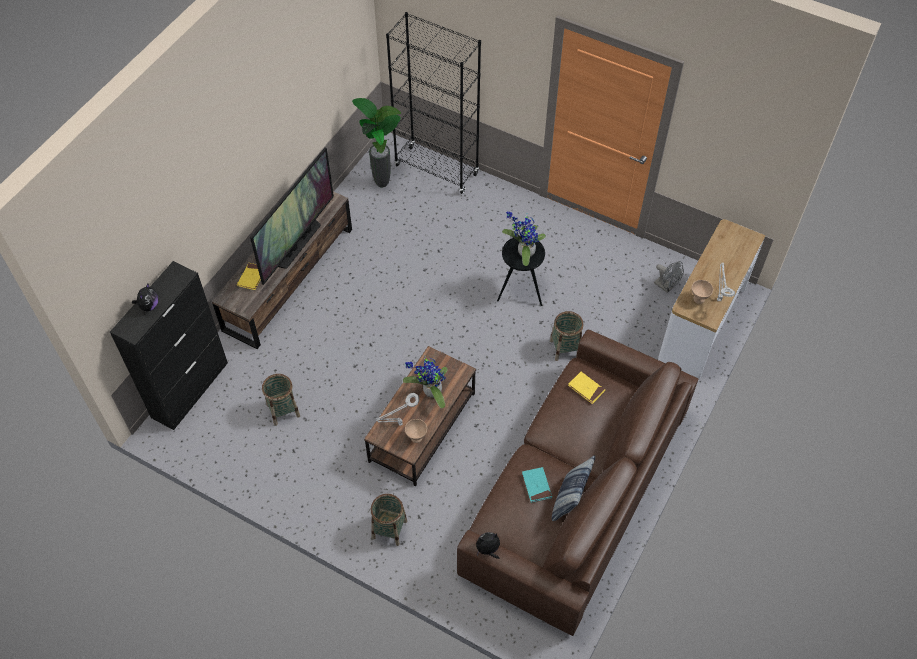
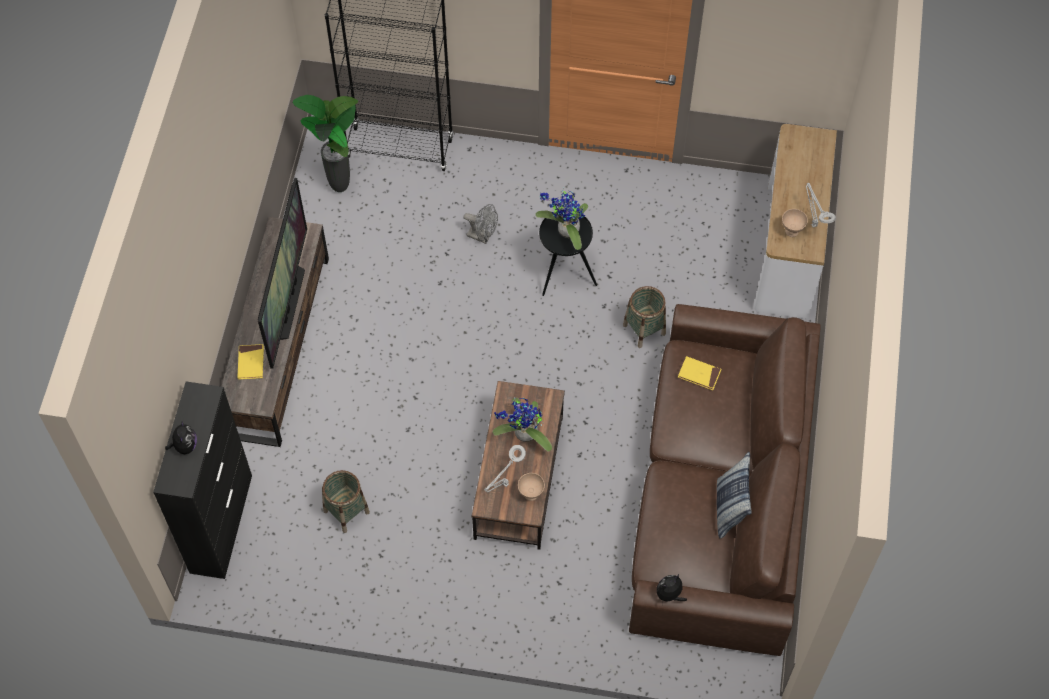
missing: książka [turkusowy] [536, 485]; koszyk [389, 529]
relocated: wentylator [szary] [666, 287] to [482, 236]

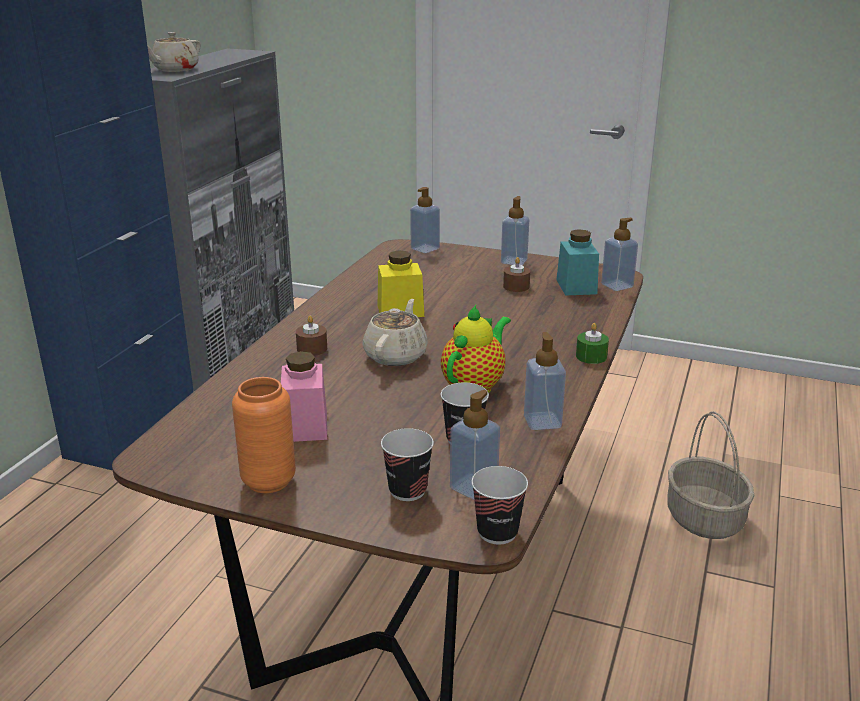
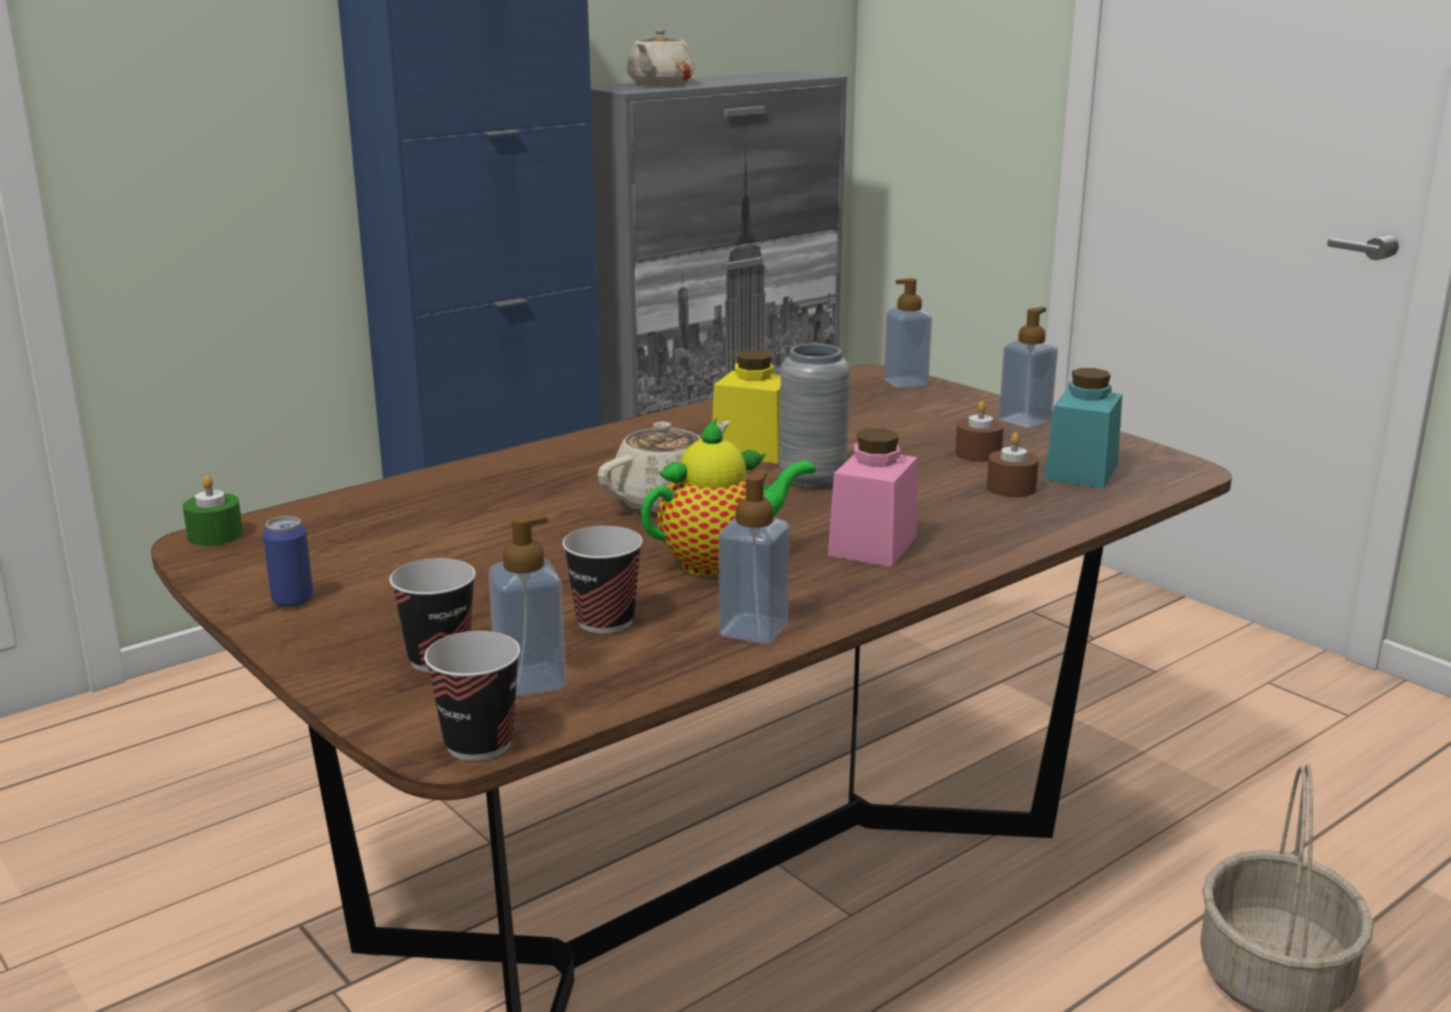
missing: dozownik mydła [617, 285]
appeared: wazon [szary] [812, 479]
relocated: świeca [brązowy] [312, 349] to [1011, 488]; świeca [zielony] [591, 356] to [215, 535]; słoik [różowy] [305, 426] to [872, 546]
exchanged: wazon [pomarańczowy] [268, 481] to puszka [293, 601]
spun: imbryk [beżowy] [175, 70] = [659, 84] 45 degrees counterclockwise

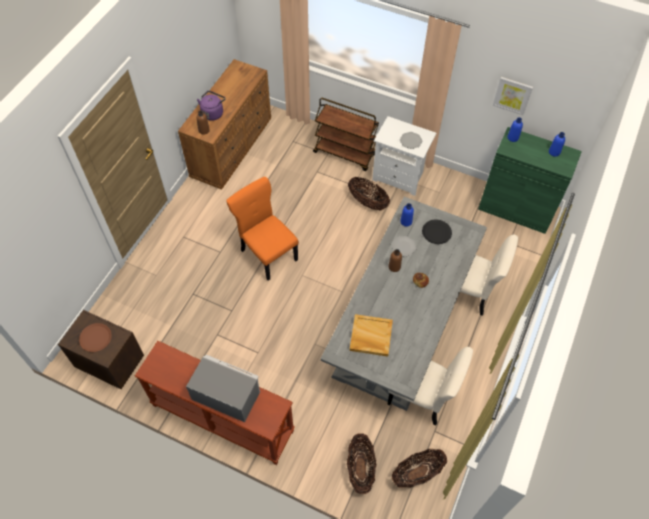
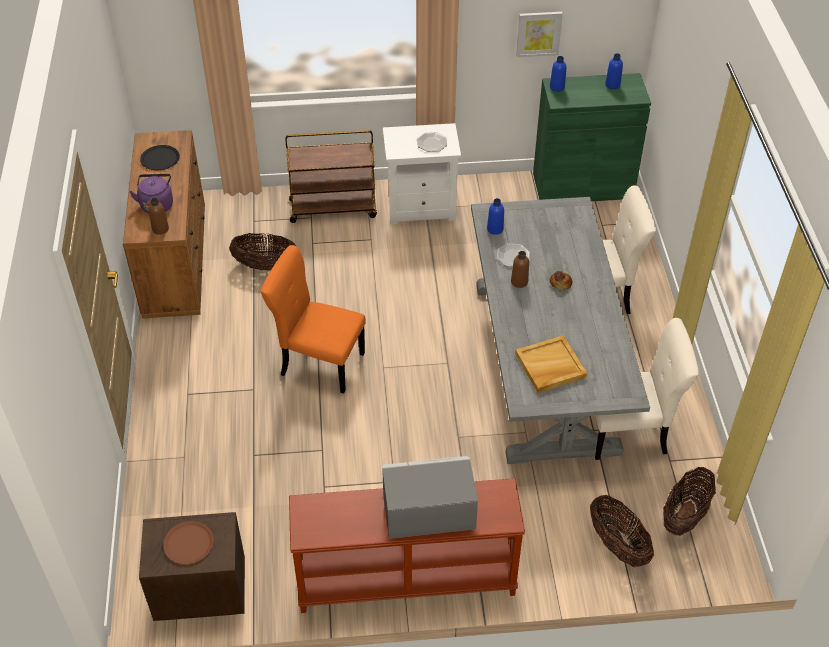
relocated: koszyk [367, 202] to [265, 266]; talerz [czarny] [436, 232] to [160, 158]

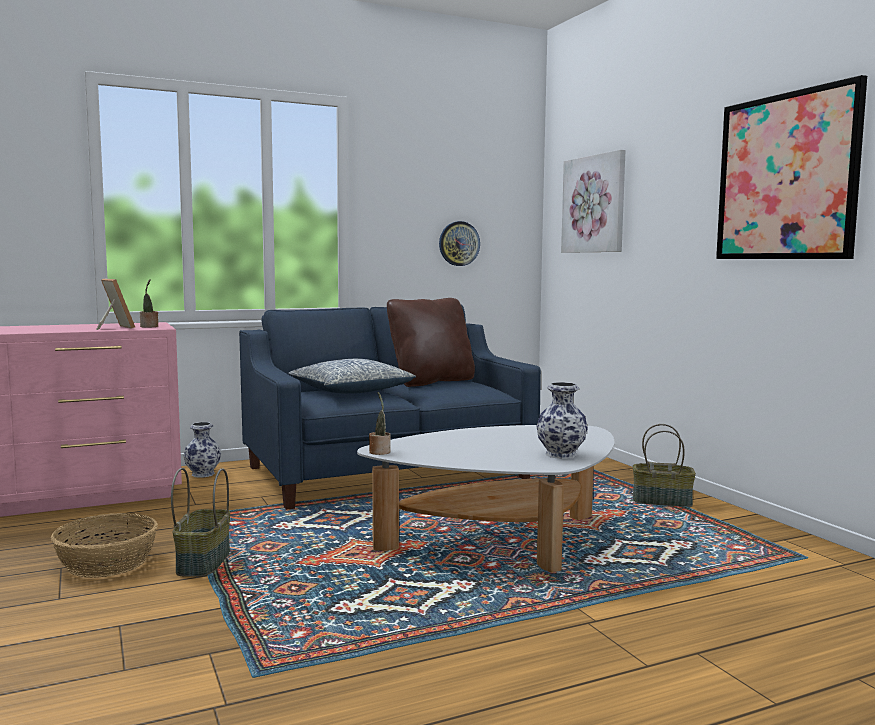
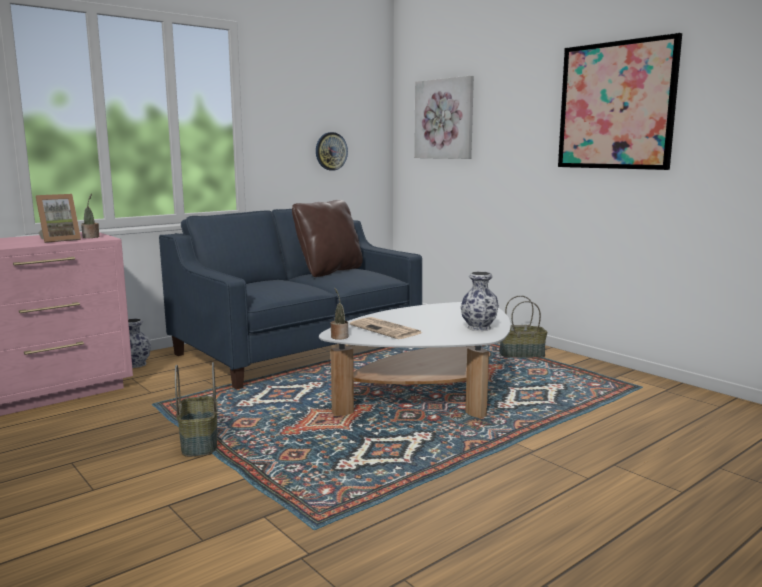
missing: poduszka [351, 391]; koszyk [107, 563]
appeared: gazeta [387, 329]
spun: ramka na zdjęcie [114, 327] = [59, 240] 105 degrees clockwise

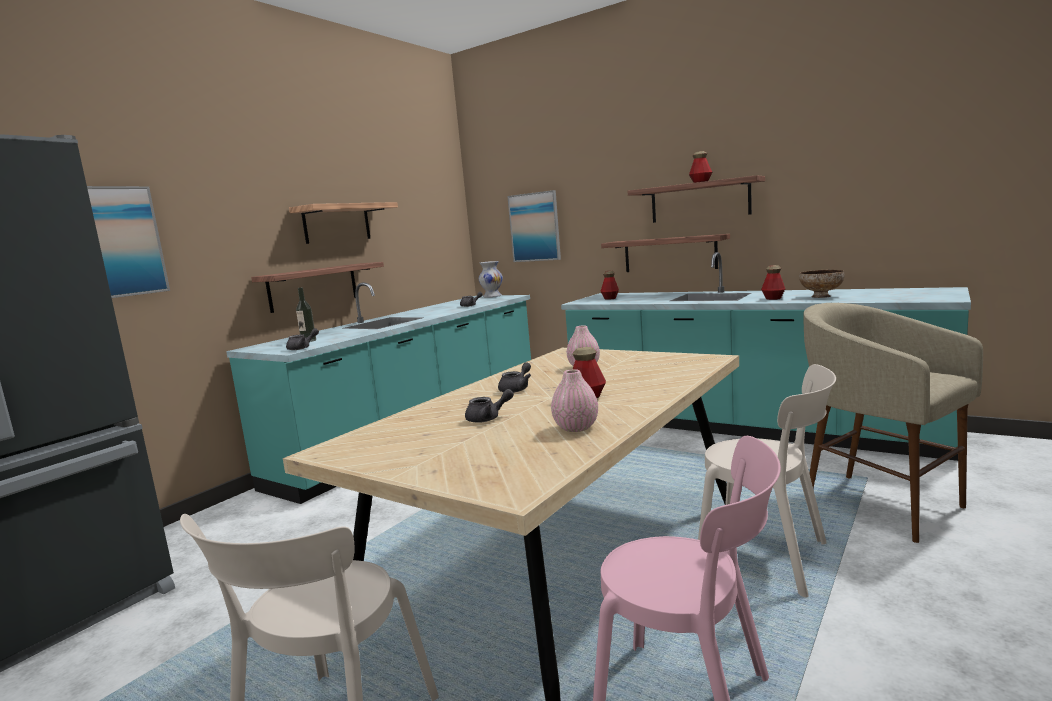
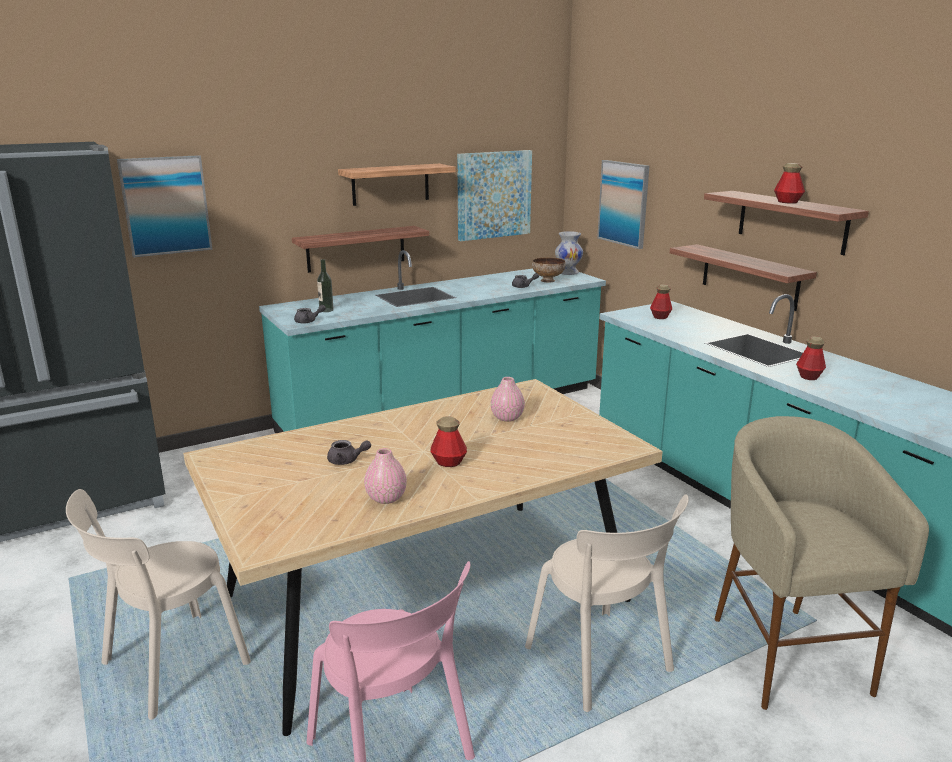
missing: imbryk [szary] [516, 389]
appeared: obraz [493, 195]
relocated: miska [821, 296] to [548, 281]

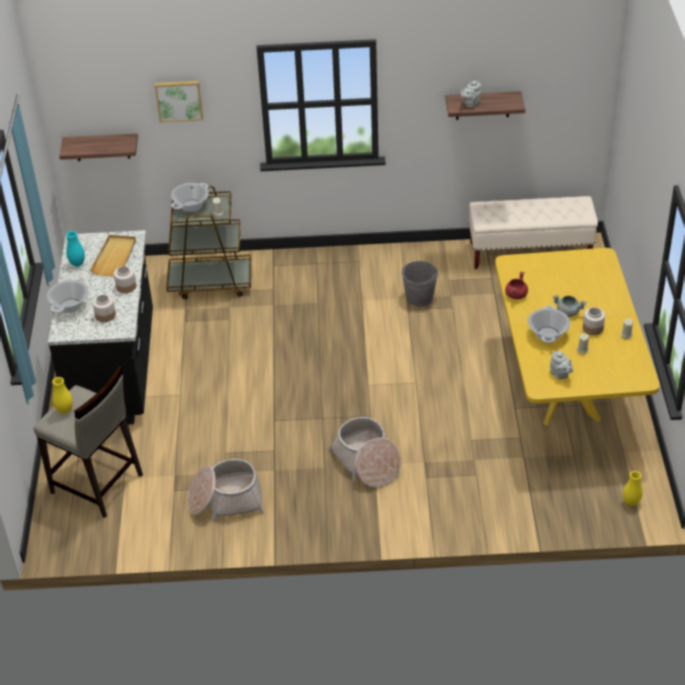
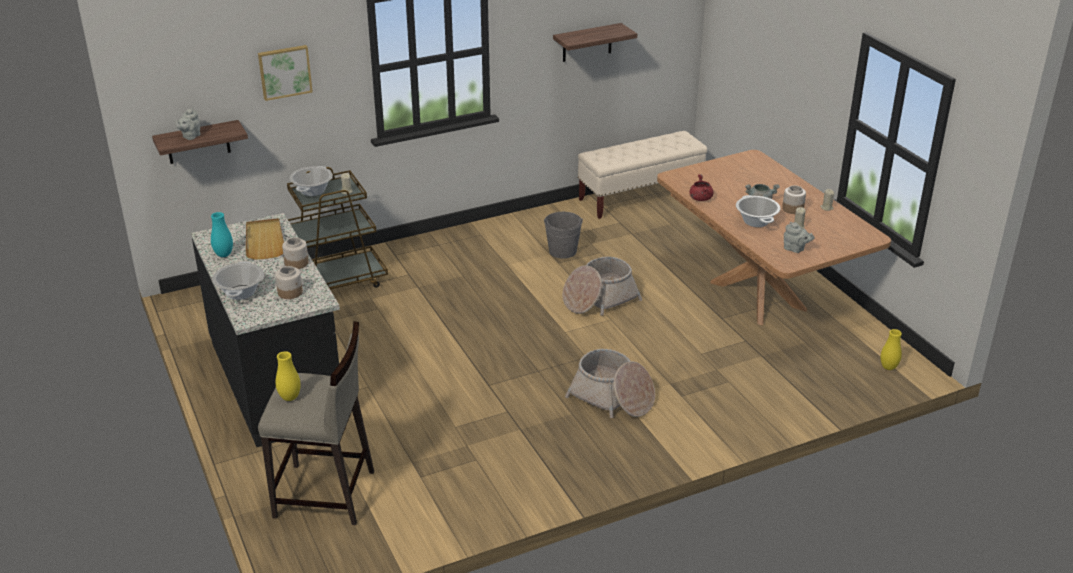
relocated: imbryk [szary] [470, 103] to [190, 136]; koszyk [225, 500] to [599, 299]
colour: stół jadalny [żółty] [565, 392] to stół jadalny [brązowy] [757, 295]

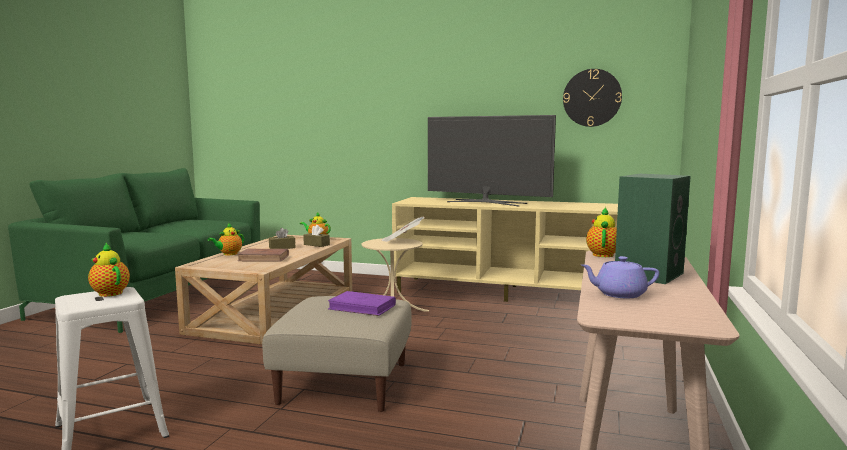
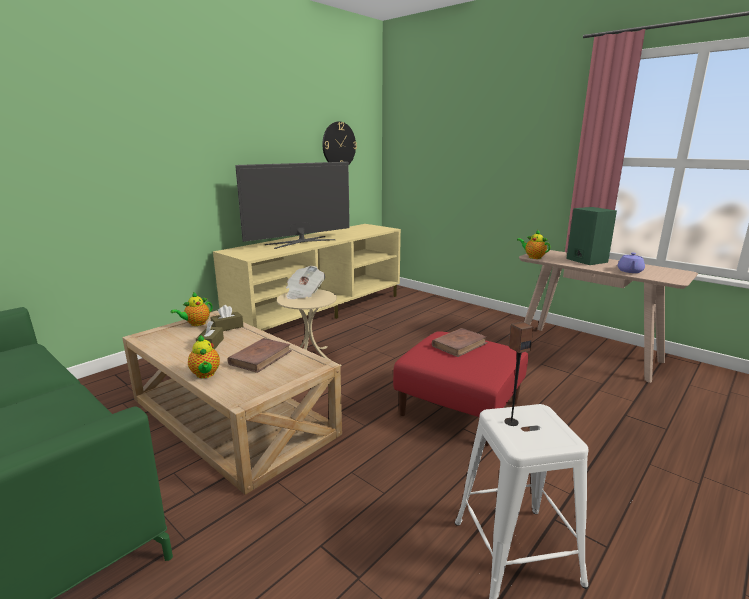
exchanged: imbryk [109, 293] to głośnik [511, 422]
colour: książka [fioletowy] [362, 307] to książka [brązowy] [459, 345]; pufa [beżowy] [345, 383] to pufa [czerwony] [460, 408]

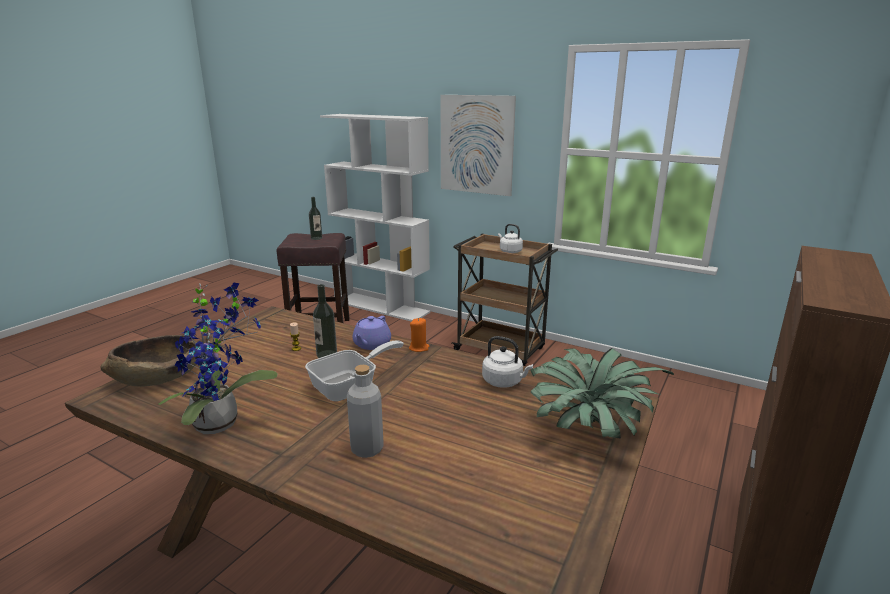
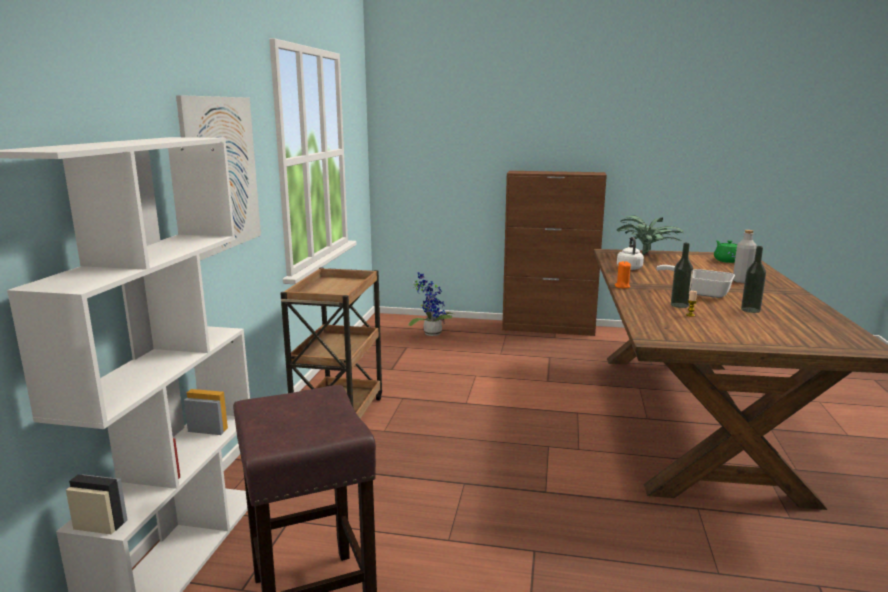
missing: czajnik [biały] [509, 251]; imbryk [fioletowy] [371, 344]; miska [brązowy] [159, 377]
appeared: imbryk [zielony] [726, 260]
relocated: butelka [316, 238] to [750, 310]; roślina doniczkowa [222, 422] to [430, 333]

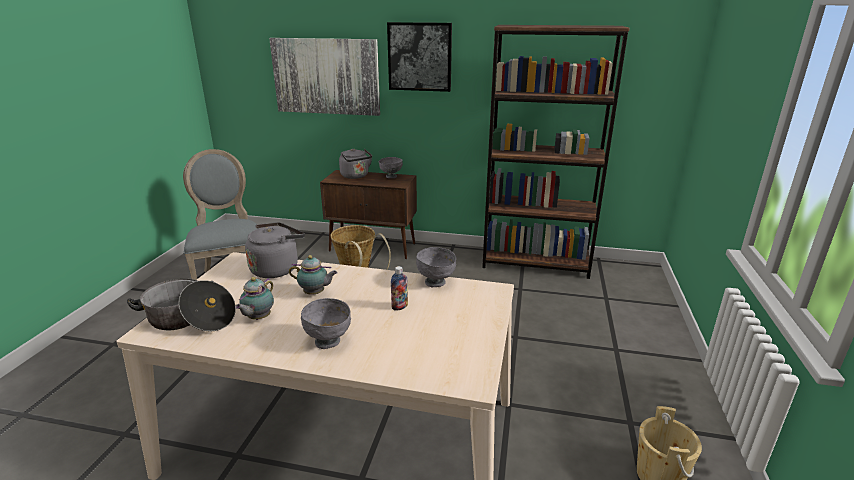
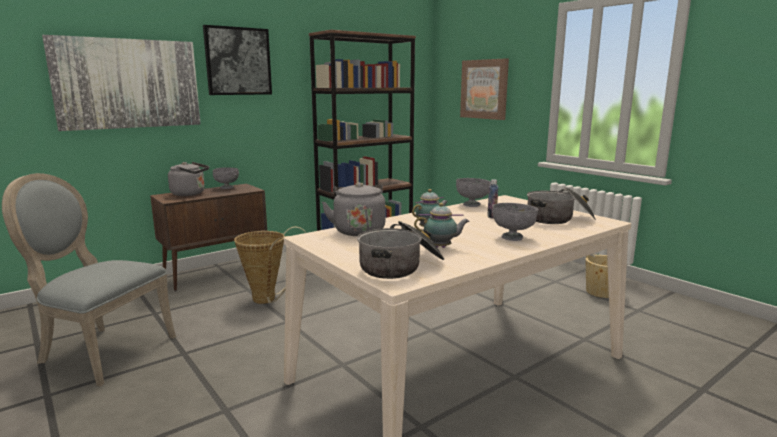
appeared: obraz [484, 89]; garnek [559, 219]
spun: imbryk [258, 318] = [441, 247] 60 degrees counterclockwise

